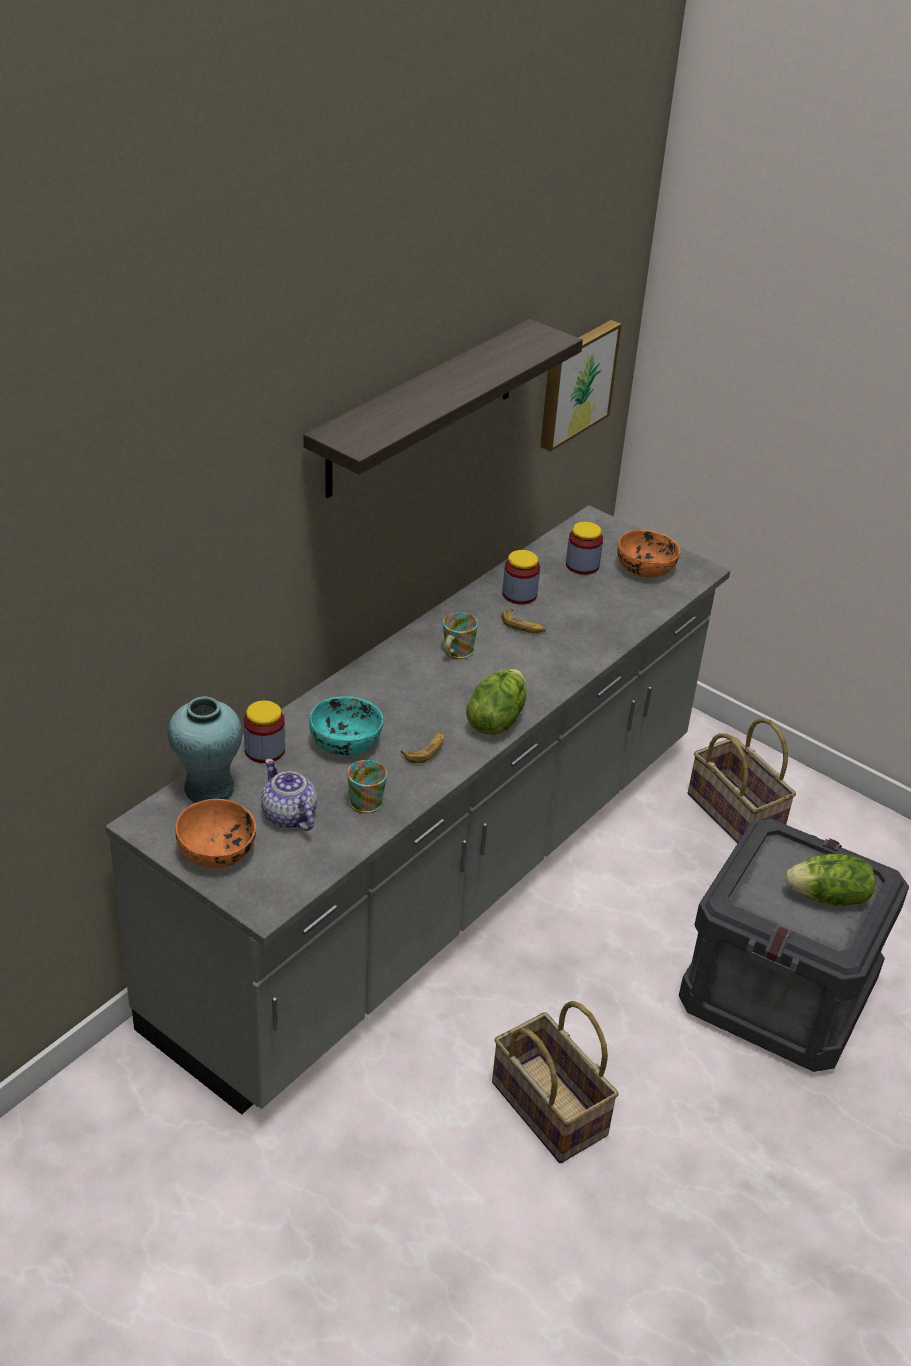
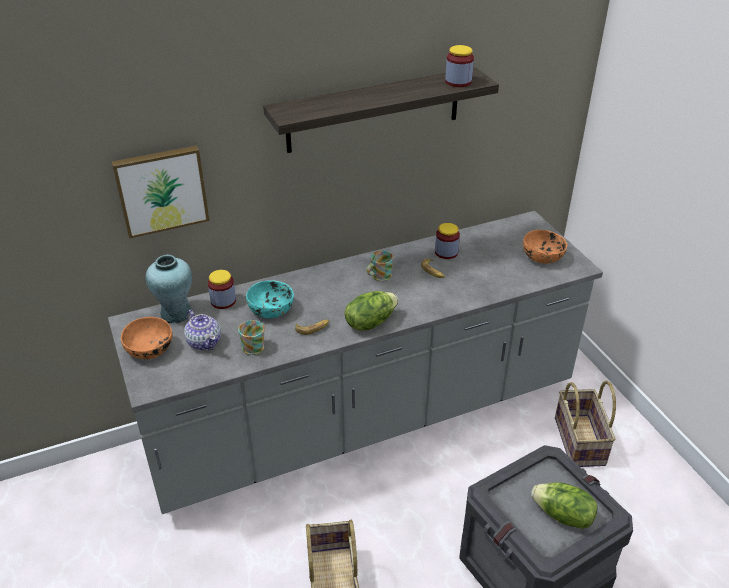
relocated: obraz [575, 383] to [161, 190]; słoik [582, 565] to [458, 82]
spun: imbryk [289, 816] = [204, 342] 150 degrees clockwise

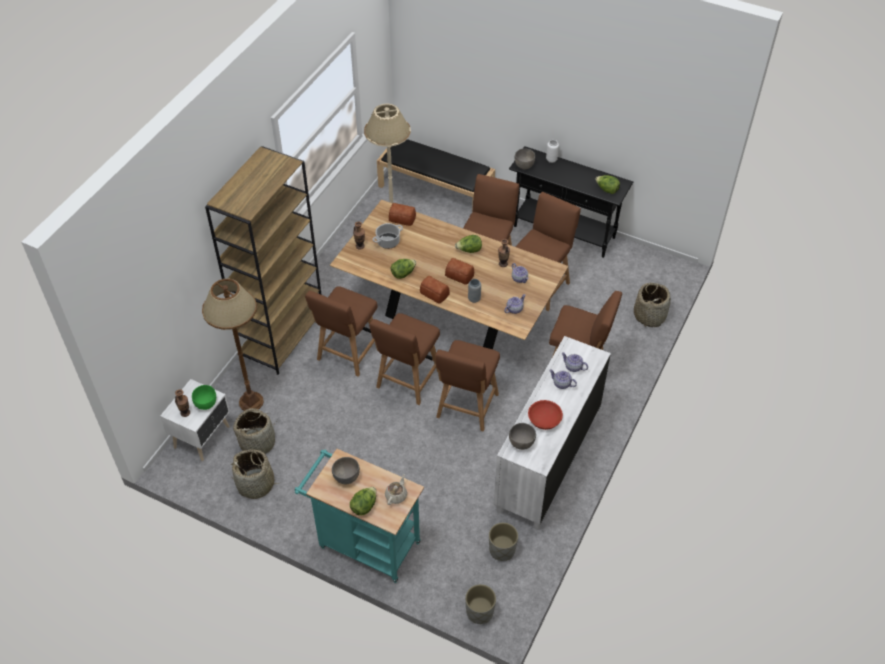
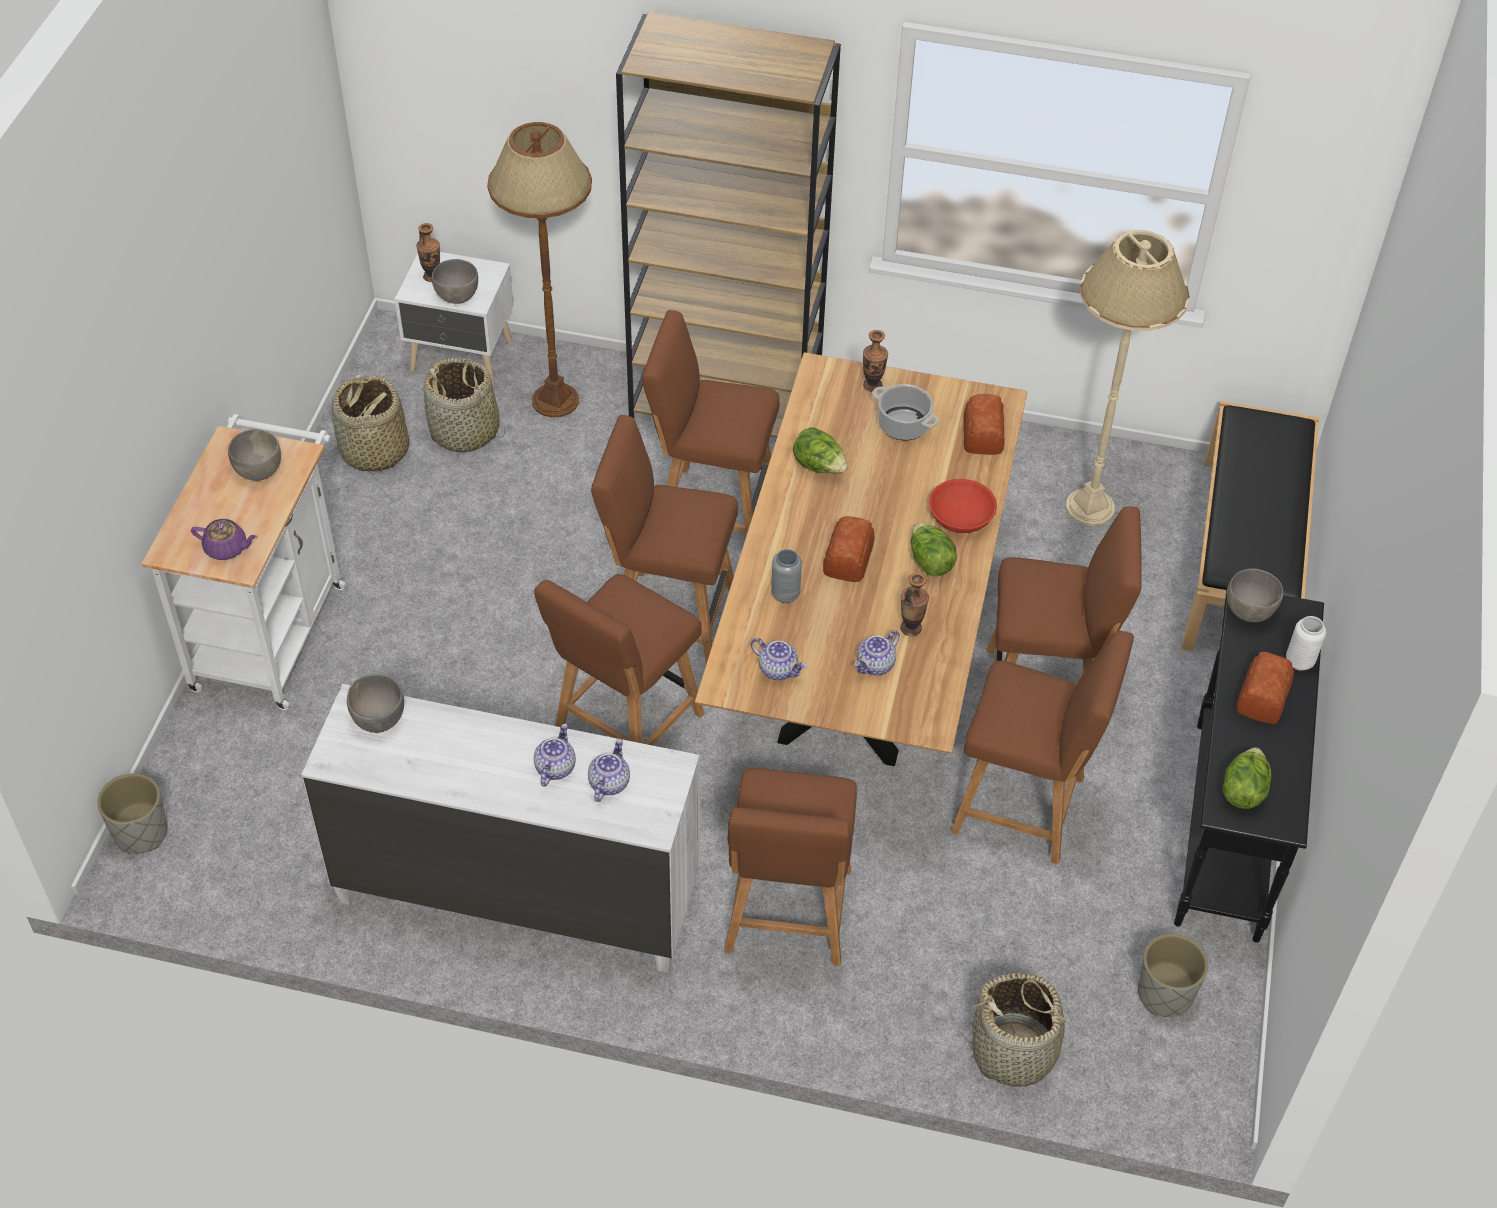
missing: sałata [364, 506]
relocated: chleb [434, 294] to [1261, 697]; miska [czerwony] [544, 419] to [961, 516]; donica [szary] [502, 549] to [1165, 993]
colour: miska [zielony] [206, 404] to miska [szary] [456, 296]; wózek [turkusowy] [364, 543] to wózek [biały] [272, 628]; imbryk [beżowy] [396, 495] to imbryk [fioletowy] [227, 548]
spun: krzesło [brązowy] [466, 408] = [624, 727] 60 degrees counterclockwise

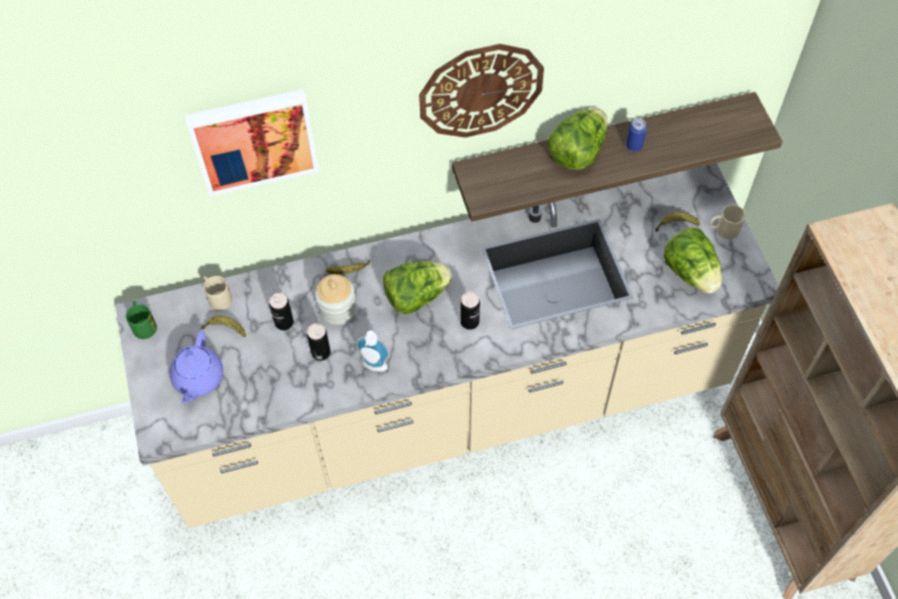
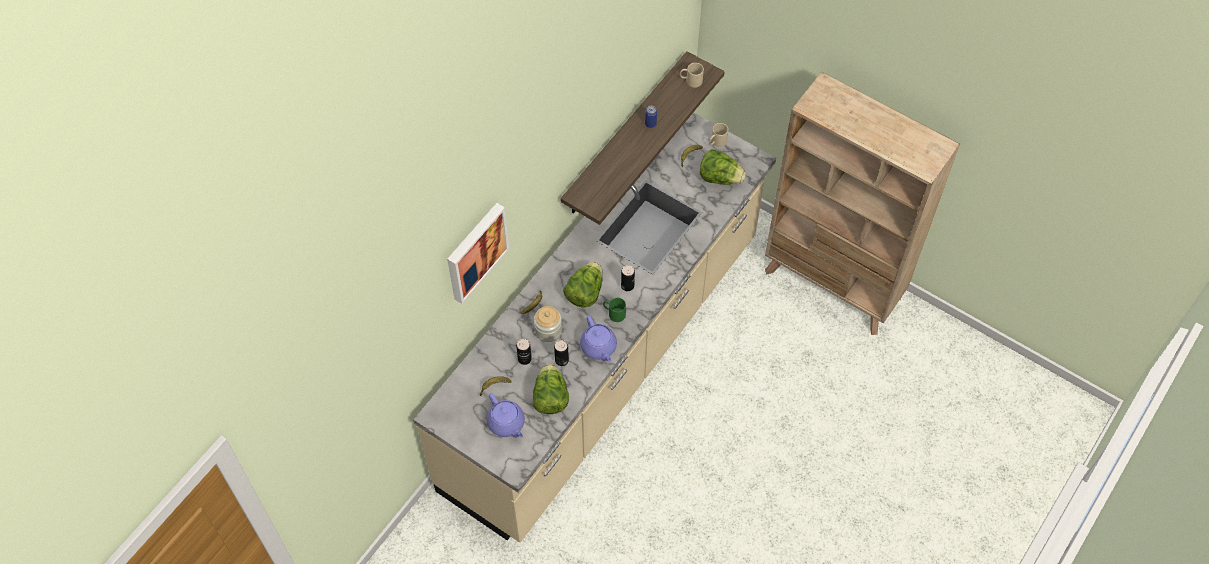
missing: zegar ścienny [480, 90]
relocated: sałata [577, 152] to [550, 397]; kubek [beżowy] [217, 297] to [690, 81]; kubek [zielony] [143, 324] to [613, 313]
exchanged: dozownik mydła [373, 367] to imbryk [fioletowy] [598, 347]

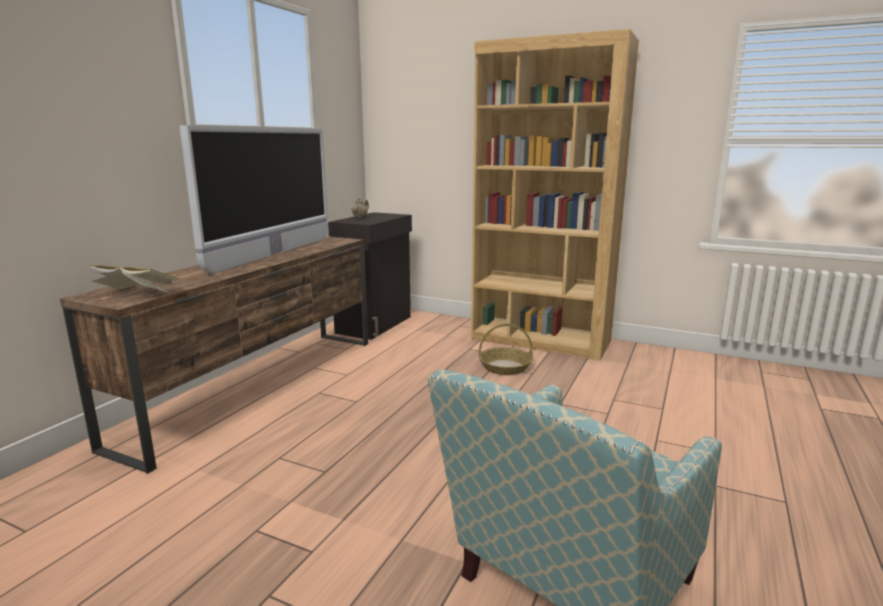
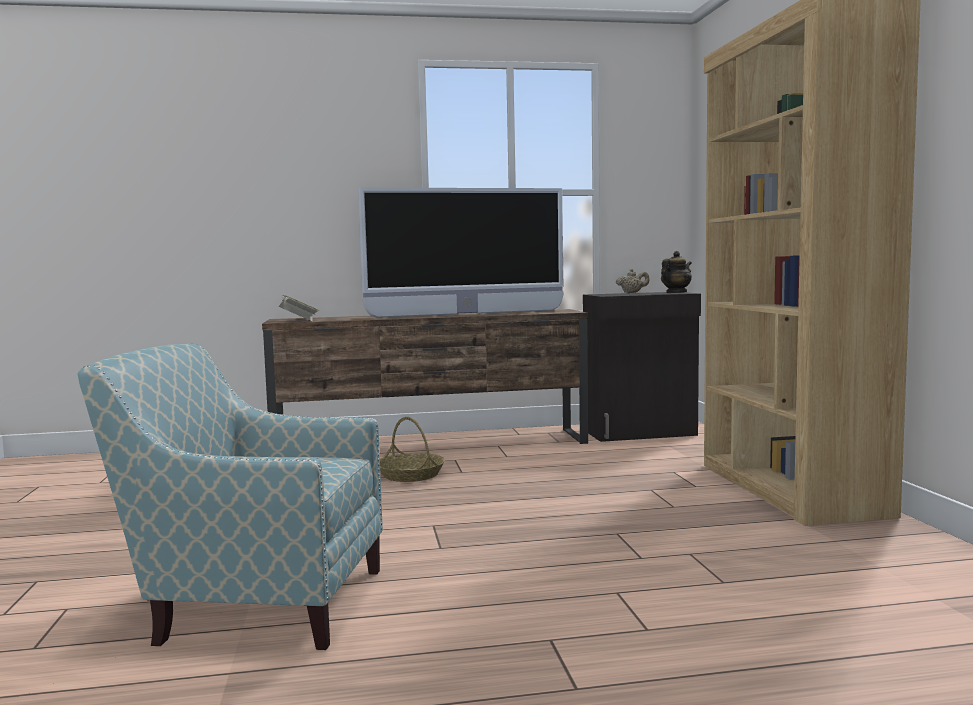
appeared: imbryk [676, 293]
relocated: koszyk [504, 367] to [410, 475]

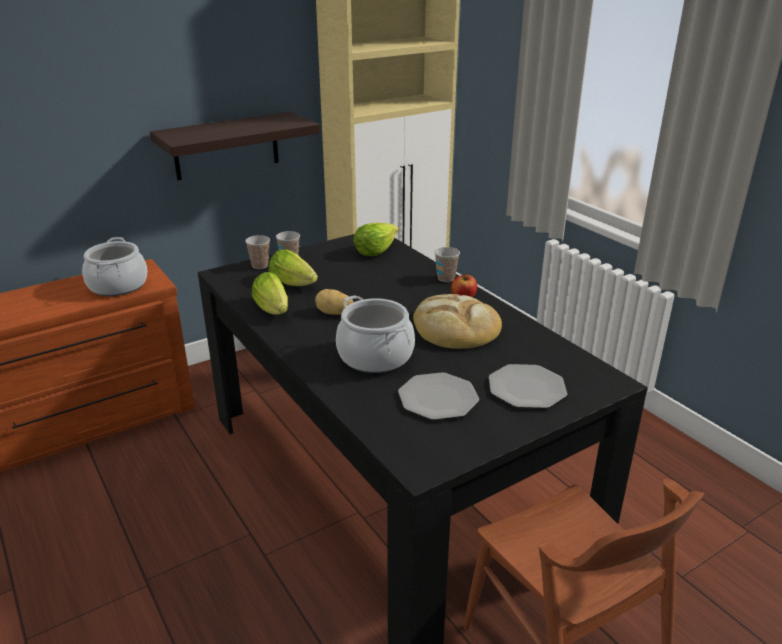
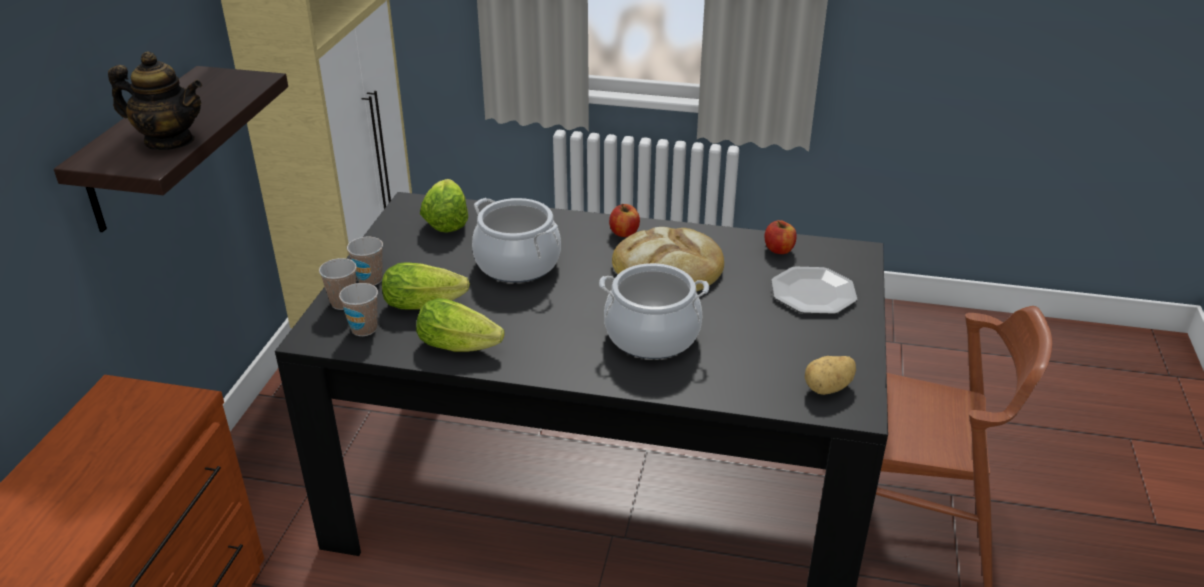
missing: talerz [438, 398]
appeared: imbryk [169, 141]; jabłko [779, 249]
relocated: garnek [118, 285] to [517, 264]; filiżanka [446, 278] to [364, 329]; ziemniak [334, 313] to [828, 388]

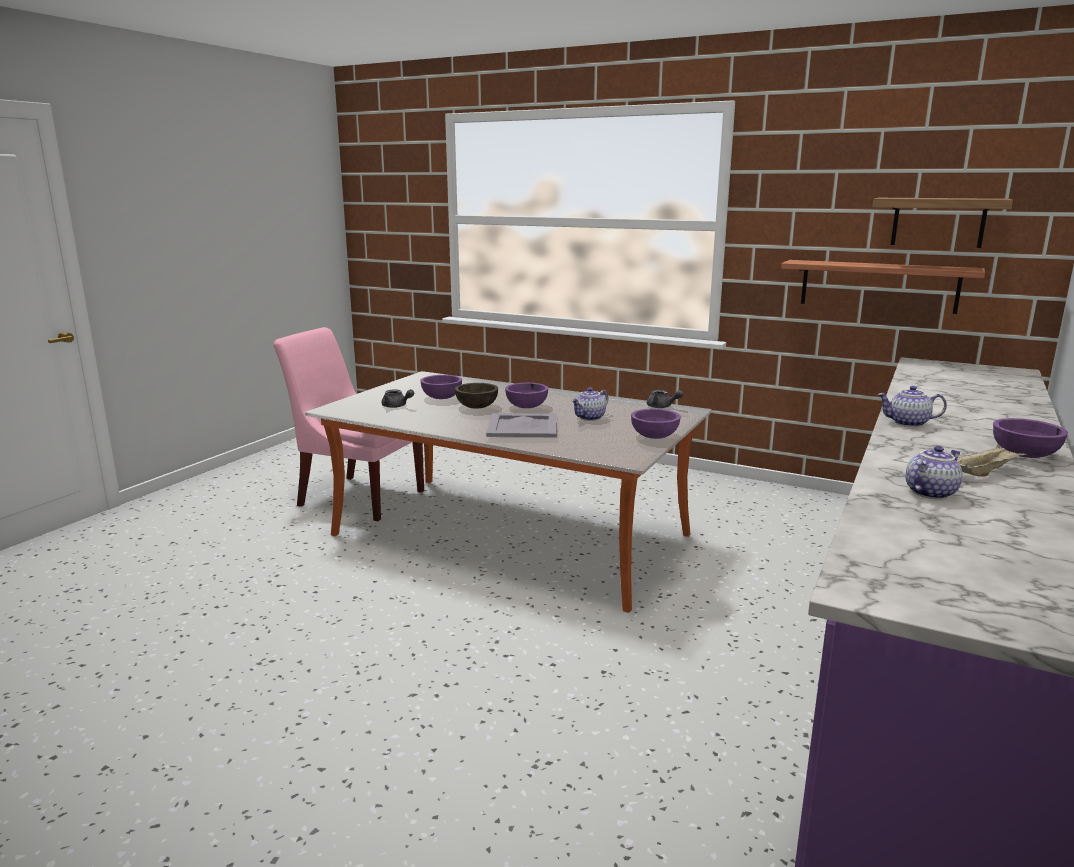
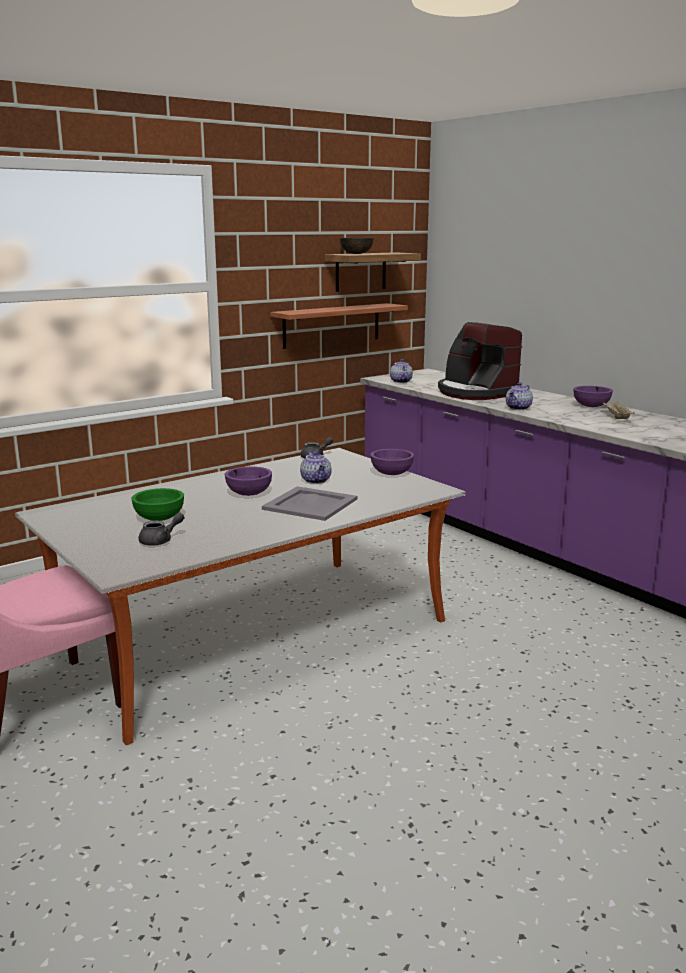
appeared: ekspres do kawy [476, 393]
relocated: miska [brązowy] [477, 407] to [356, 253]; imbryk [929, 492] to [400, 381]
colour: miska [fioletowy] [442, 398] to miska [zielony] [159, 518]

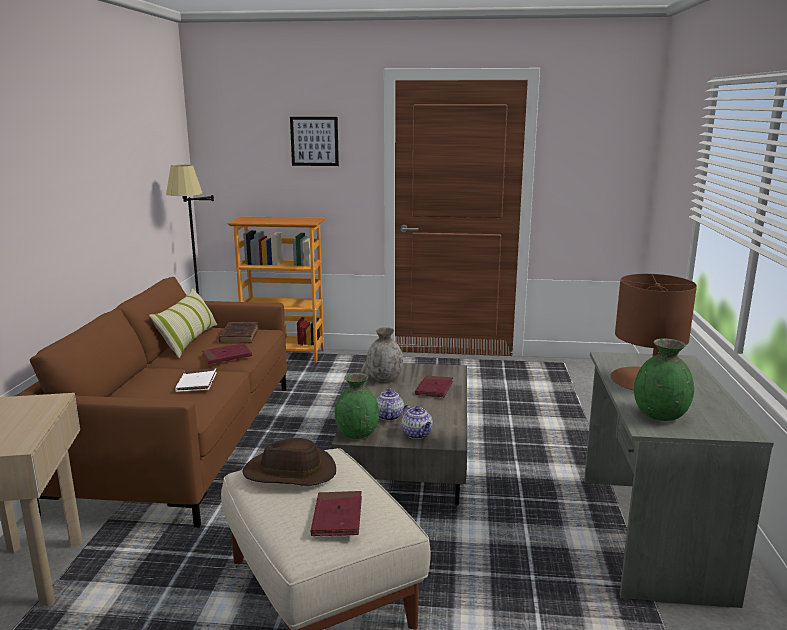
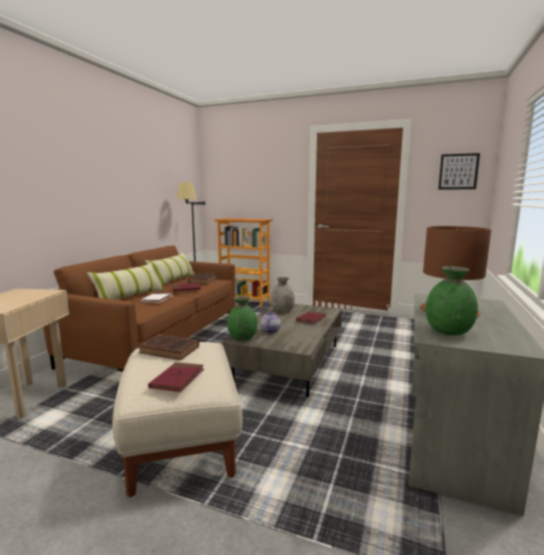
missing: imbryk [417, 434]
appeared: poduszka [130, 297]
relocated: obraz [314, 141] to [458, 171]
exchanged: kapelusz [brązowy] [290, 473] to książka [brązowy] [170, 350]

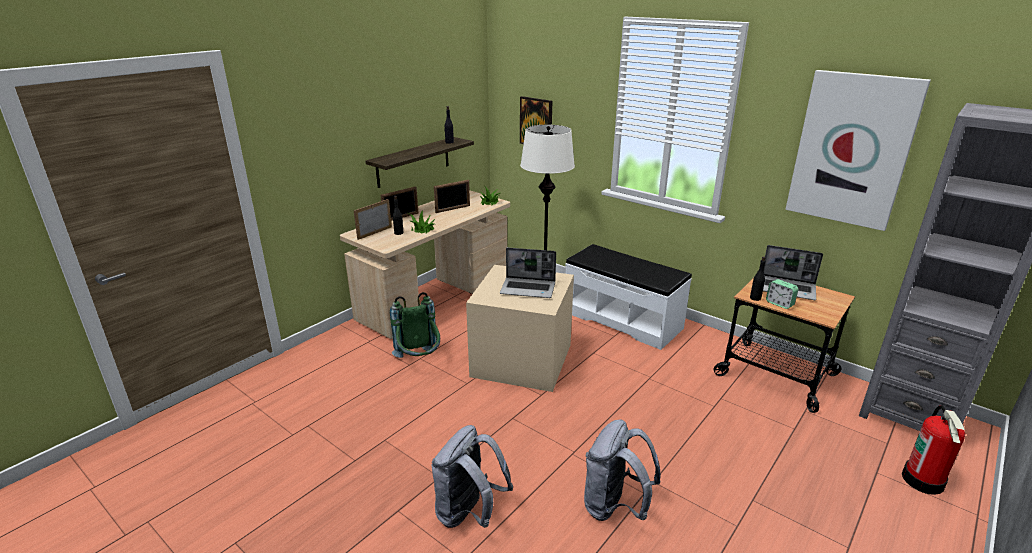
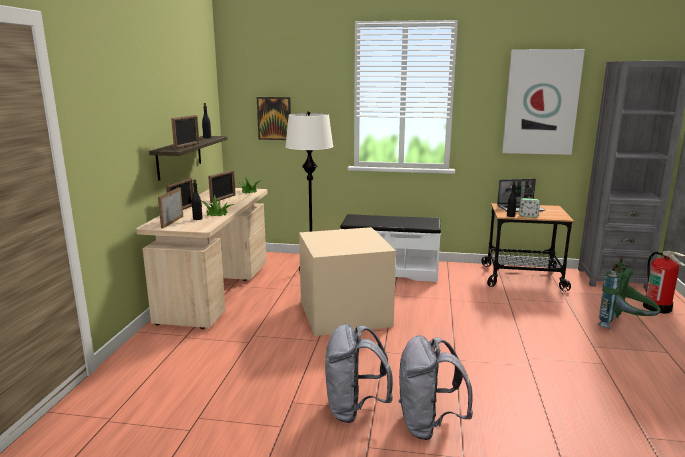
missing: laptop [528, 289]
appeared: ramka na zdjęcie [187, 146]
relocated: plecak [zielony] [419, 361] to [625, 327]; plecak [szary] [615, 507] to [354, 409]

